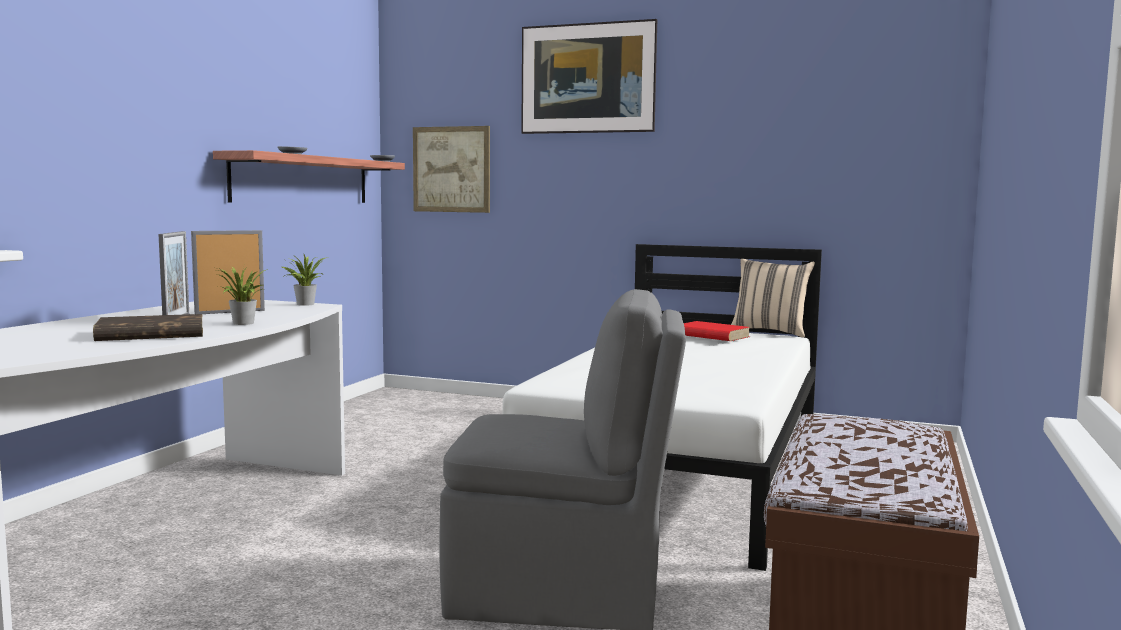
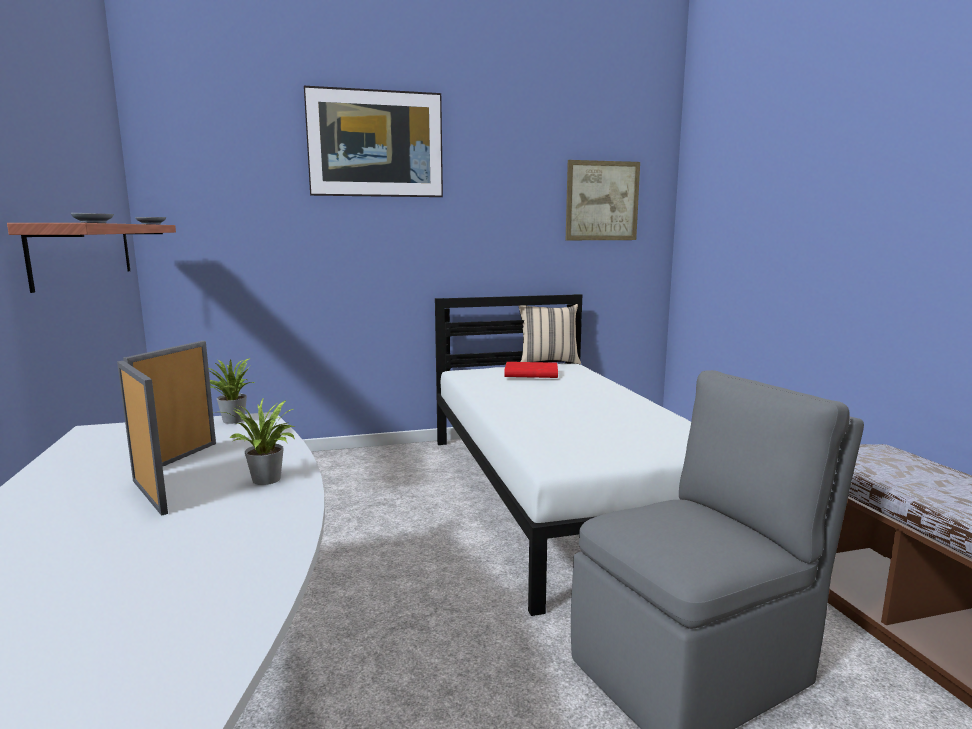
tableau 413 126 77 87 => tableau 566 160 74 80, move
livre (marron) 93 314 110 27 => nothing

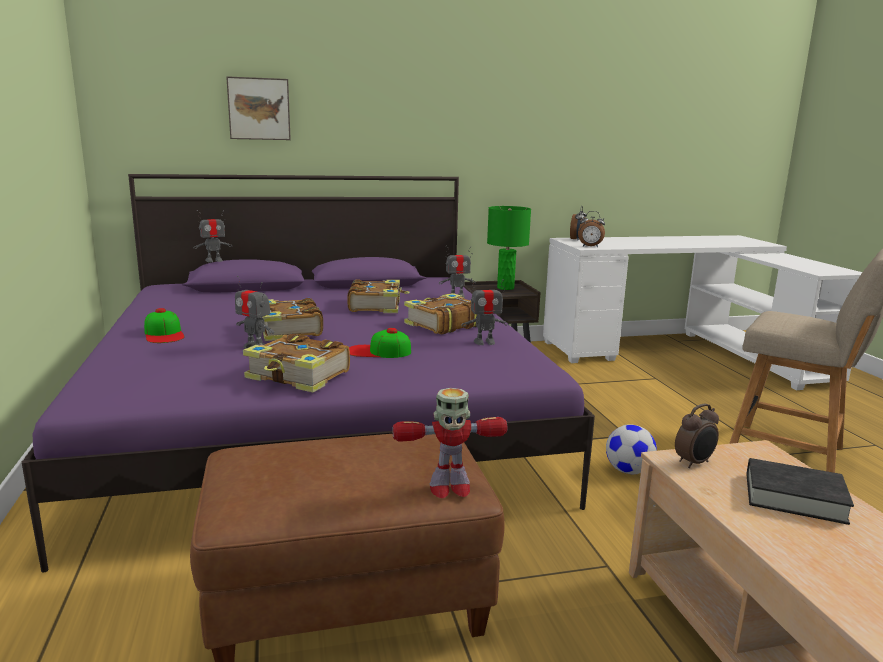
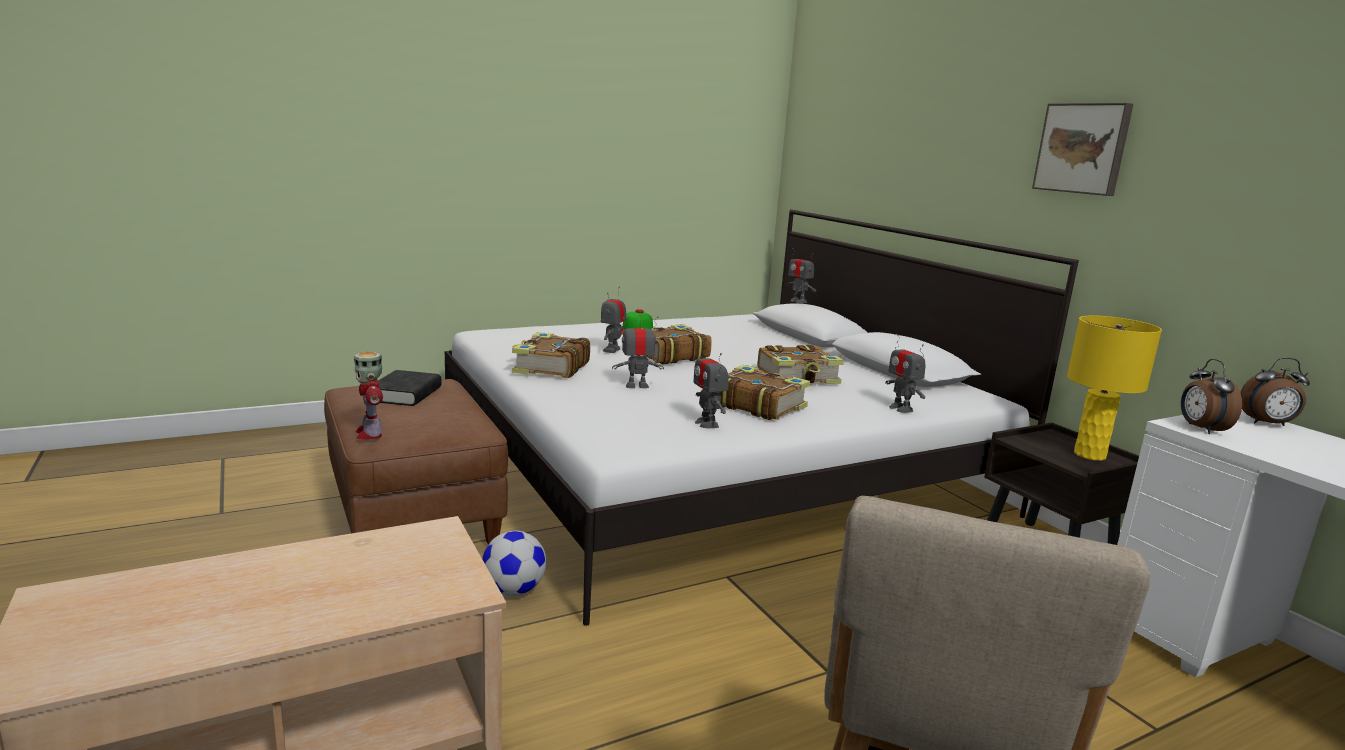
livre (noir) 747 458 107 67 => livre (noir) 378 370 64 36, move
lit (violet) 22 174 573 399 => lit (blanc) 445 209 634 417
ballon de foot 606 424 51 50 => ballon de foot 482 531 64 65, move
casquette 349 328 62 30 => robot jouet 612 317 52 71
tableau 226 76 65 64 => tableau 1032 103 102 93, move
lampe de table (vert) 487 206 44 84 => lampe de table (jaune) 1067 315 95 146
réveil 675 404 44 64 => nothing

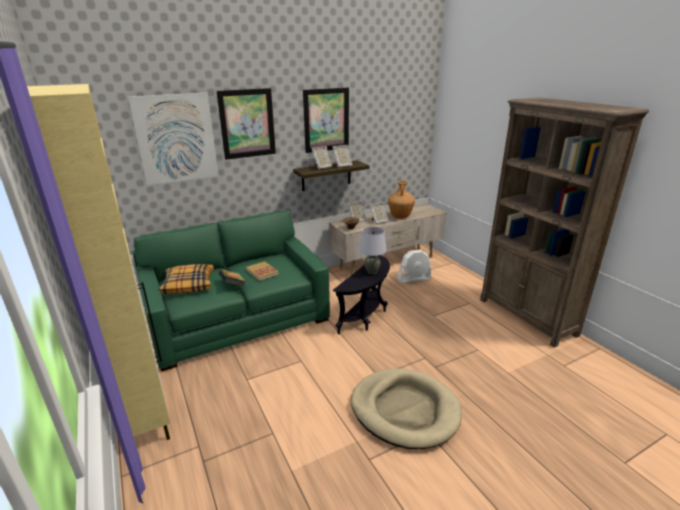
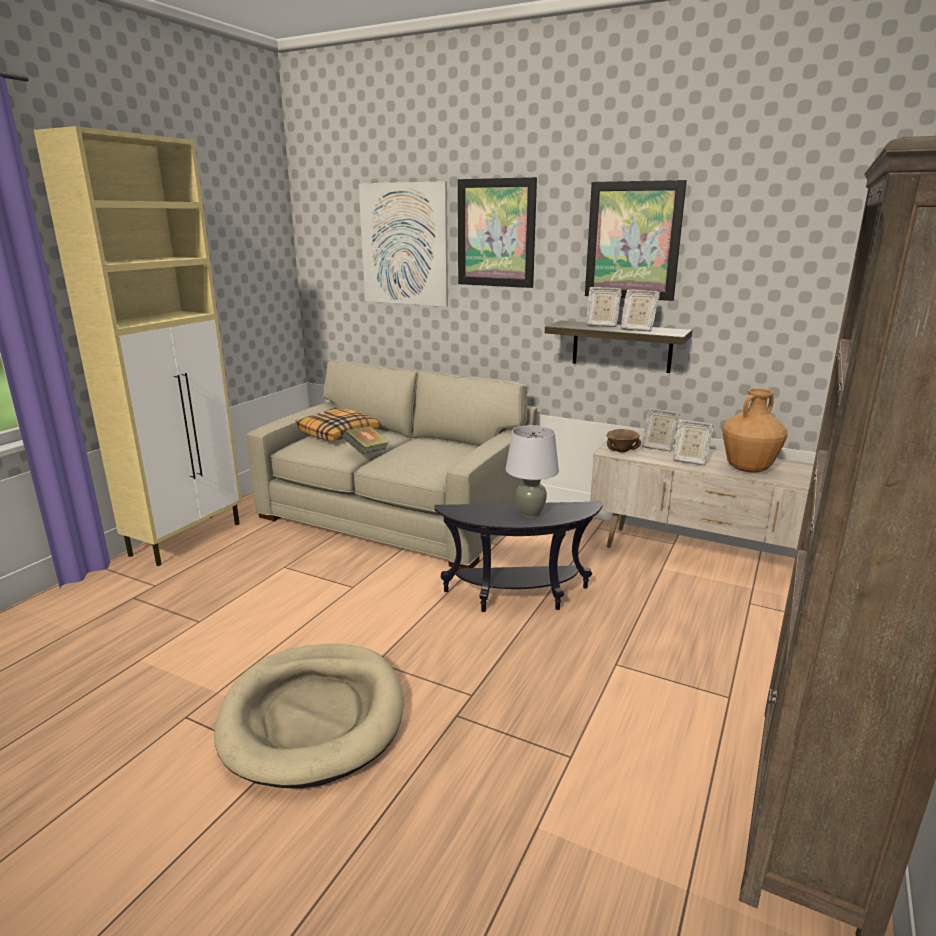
canapé (vert) 132 210 198 162 => canapé (beige) 246 362 291 207
livre 246 261 33 20 => nothing
ventilateur (blanc) 397 250 34 33 => nothing

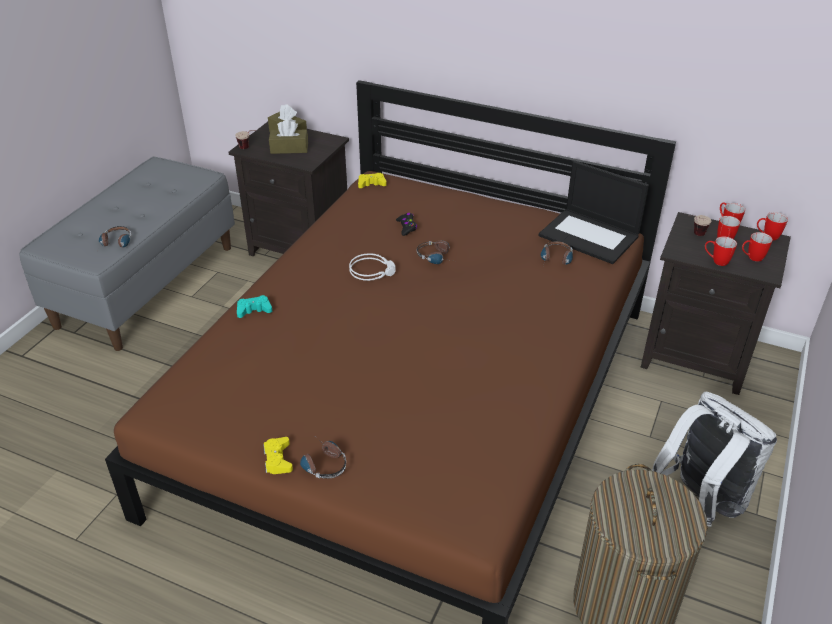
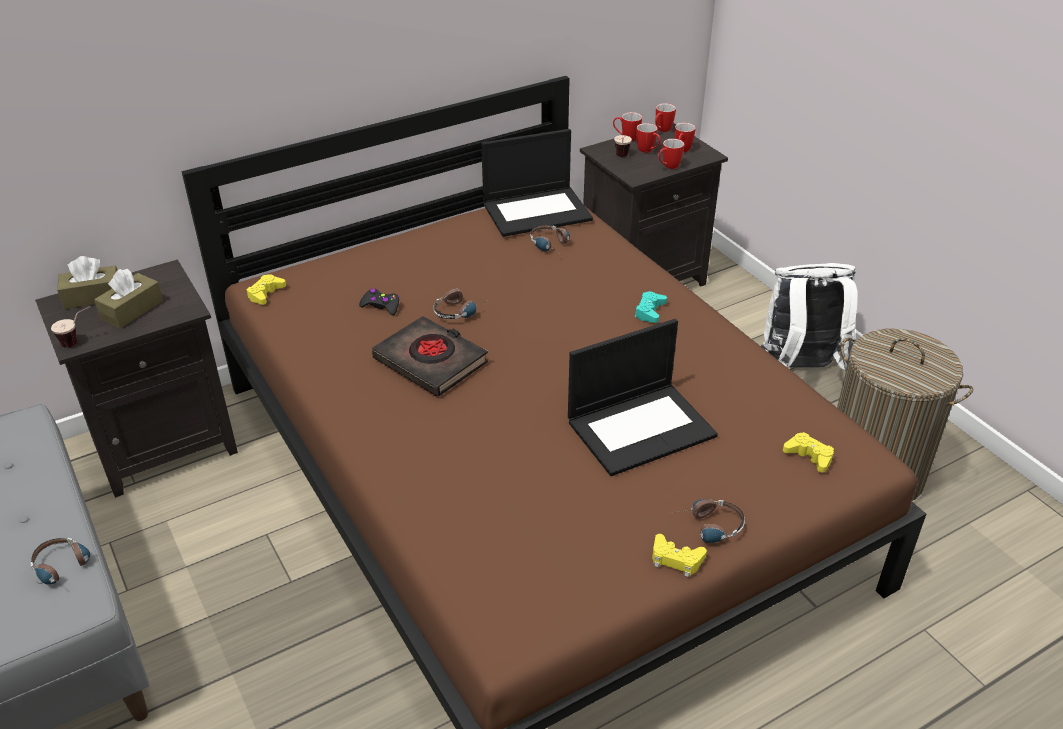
casque audio (blanc) 349 253 47 28 => livre (noir) 372 316 116 81
nothing => ordinateur portable 568 319 150 157
manette (turquoise) 237 295 35 23 => manette (turquoise) 634 292 33 31, move
nothing => manette (jaune) 783 432 51 41

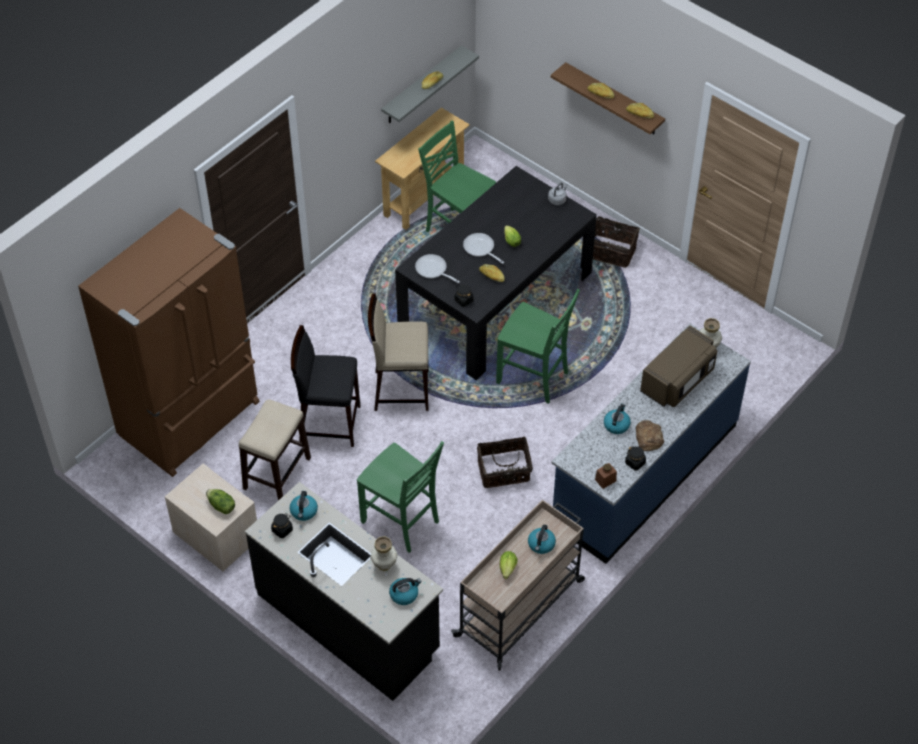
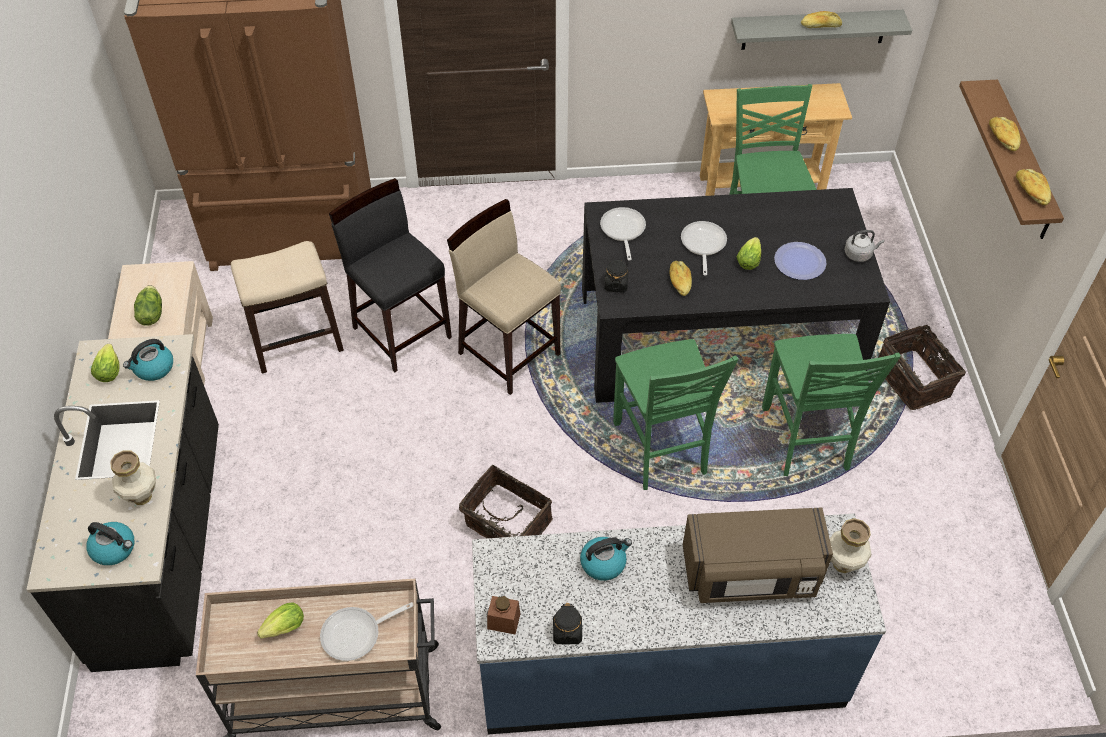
bocal (noir) 271 513 22 25 => laitue 91 344 29 38
bouilloire 528 524 28 30 => poêle 320 602 93 59
chaise (vert) 357 441 87 112 => chaise (vert) 762 334 139 142, move
nothing => assiette 774 242 52 38
pain 636 420 28 31 => nothing

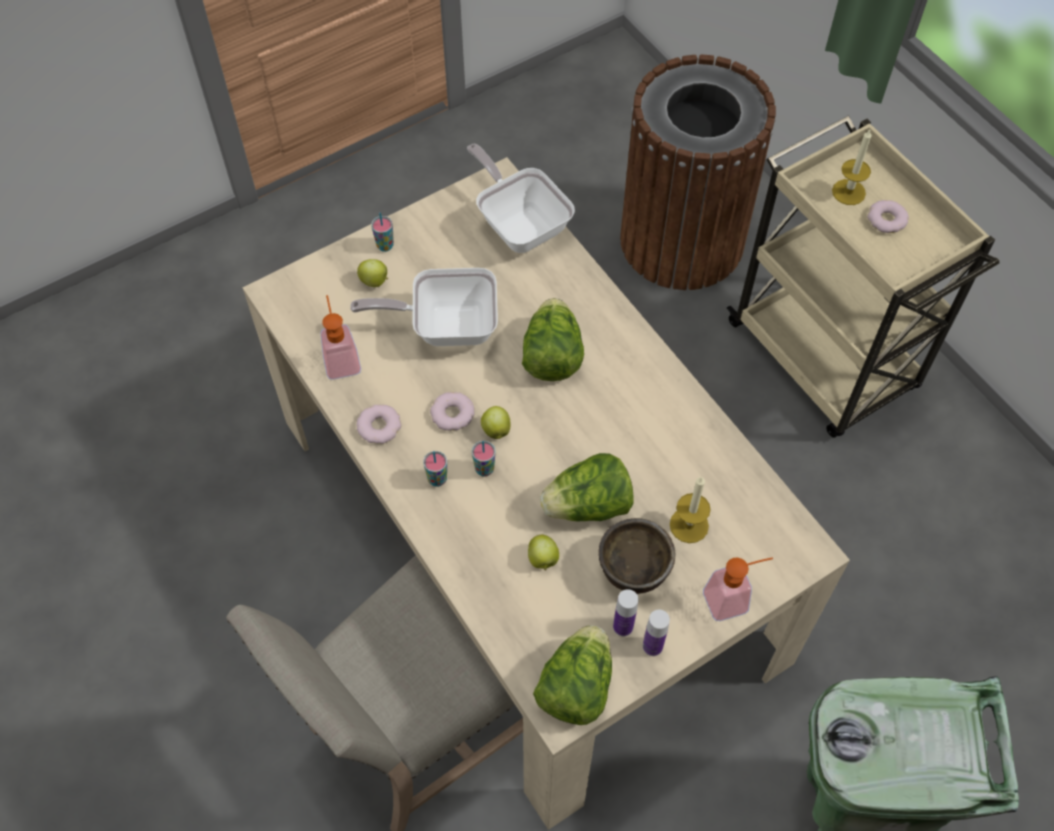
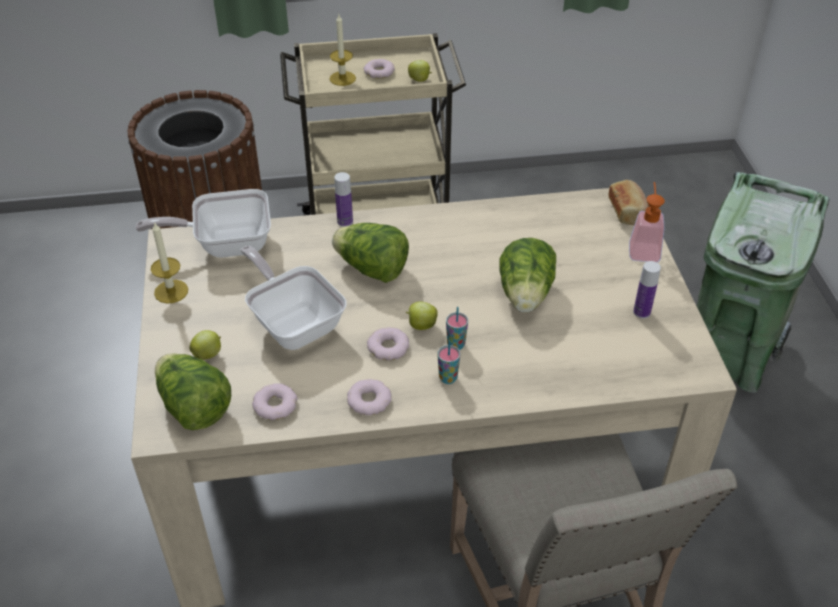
bougie 670 476 41 67 => bougie 151 221 37 83, move
laitue 533 625 79 100 => laitue 155 353 76 77, move
poêle 350 268 148 78 => poêle 241 246 106 104, 120 degrees clockwise
distributeur de savon 321 295 40 85 => beignet 252 383 46 37
bouteille 643 610 27 46 => bouteille 334 172 19 55, move
pomme 528 534 31 36 => pomme 408 60 24 22, move
nothing => pain 609 180 40 45
tasse 371 212 23 40 => nothing
bol (marron) 598 518 77 76 => nothing

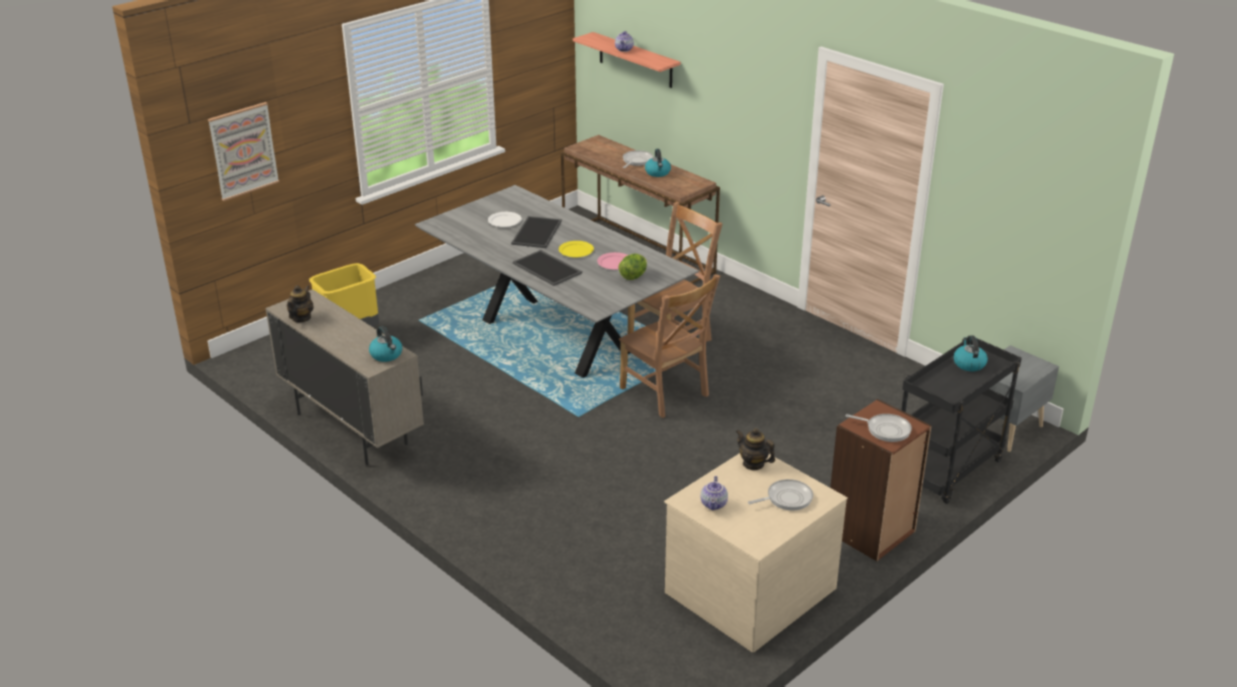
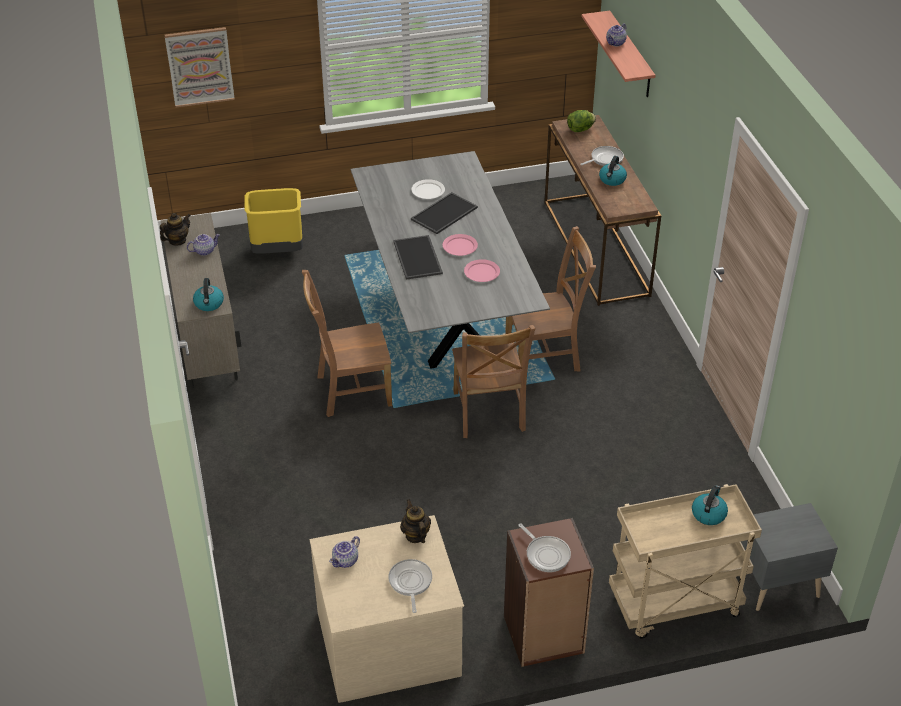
nothing => théière 187 234 33 22
nothing => chaise (marron) 302 270 90 147
poêle 748 479 65 32 => poêle 388 559 44 54, 105 degrees counterclockwise
assiette (jaune) 559 241 35 16 => assiette (rose) 443 234 35 22
laitue 618 254 29 26 => laitue 567 110 29 22, move
chariot (noir) 901 338 121 166 => chariot (beige) 609 484 153 155

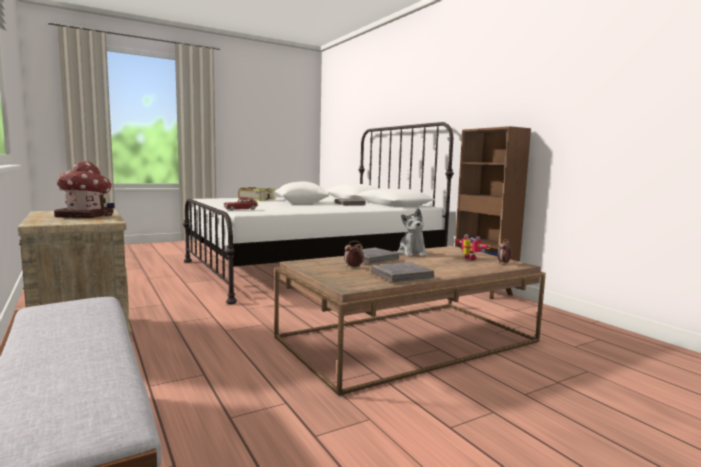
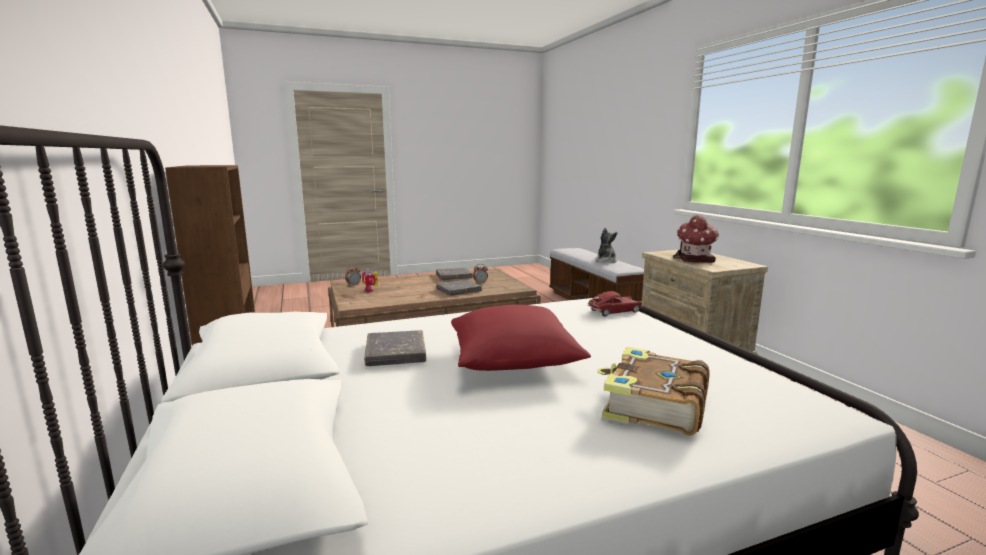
coussin (blanc) 275 182 54 22 => coussin (rouge) 451 305 140 66
peluche 398 208 30 49 => peluche 596 228 21 35, move

